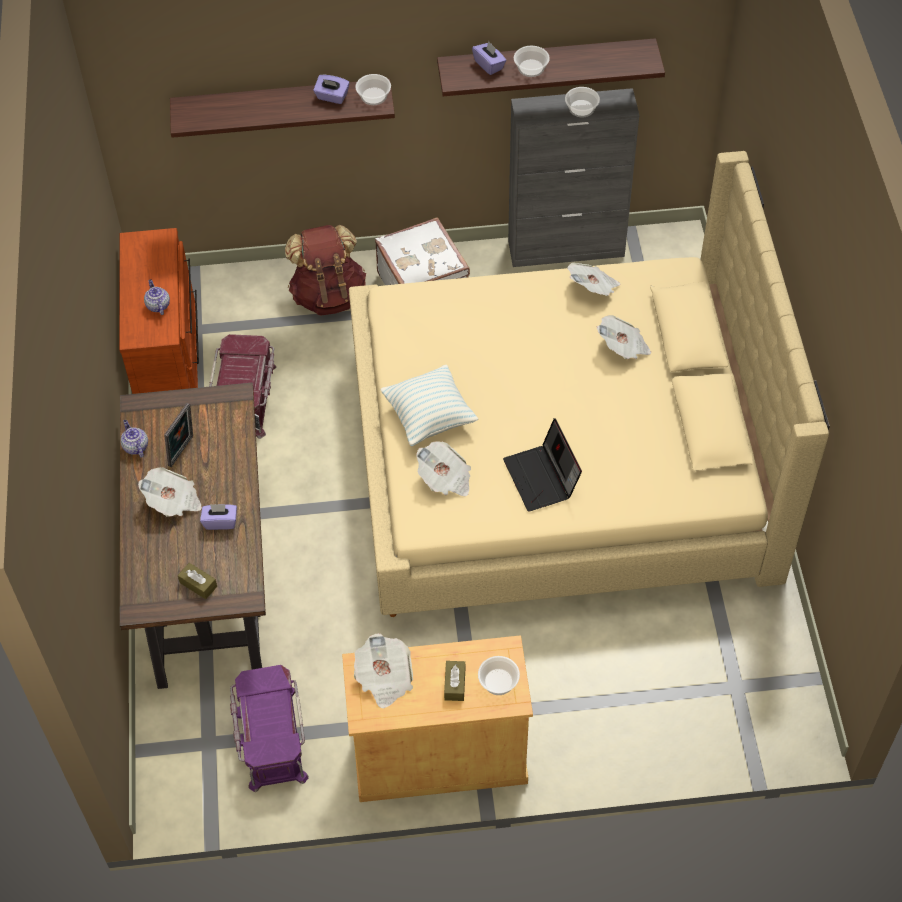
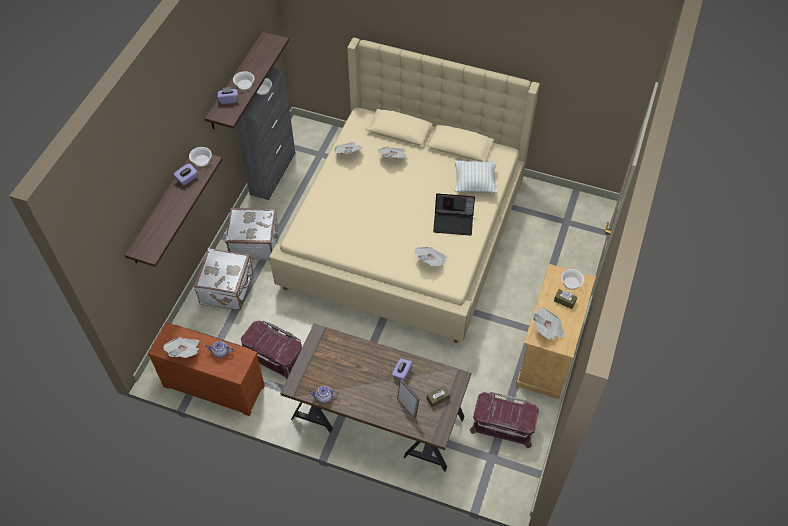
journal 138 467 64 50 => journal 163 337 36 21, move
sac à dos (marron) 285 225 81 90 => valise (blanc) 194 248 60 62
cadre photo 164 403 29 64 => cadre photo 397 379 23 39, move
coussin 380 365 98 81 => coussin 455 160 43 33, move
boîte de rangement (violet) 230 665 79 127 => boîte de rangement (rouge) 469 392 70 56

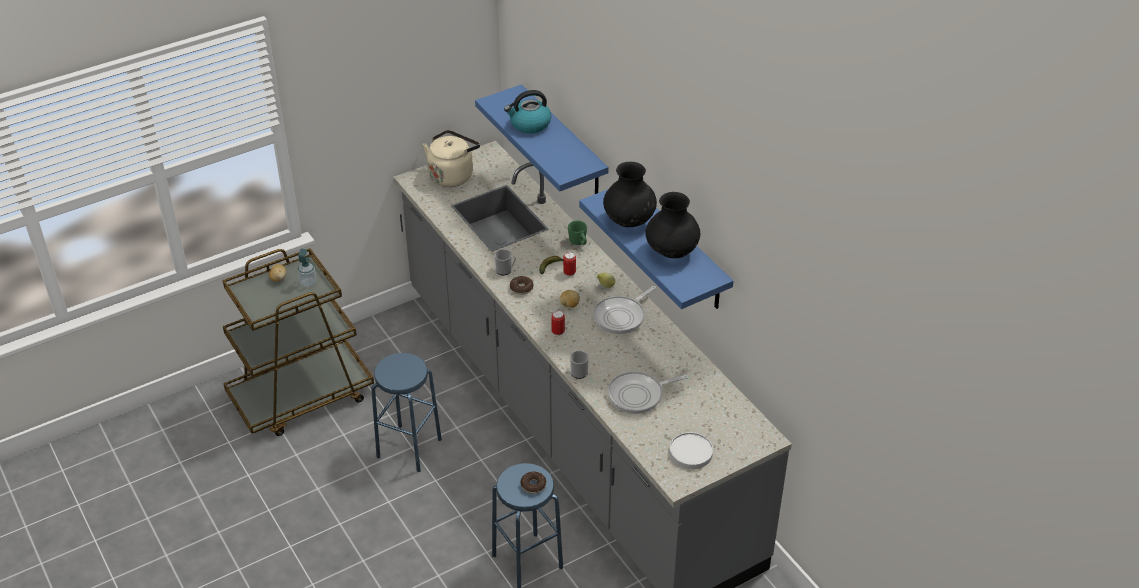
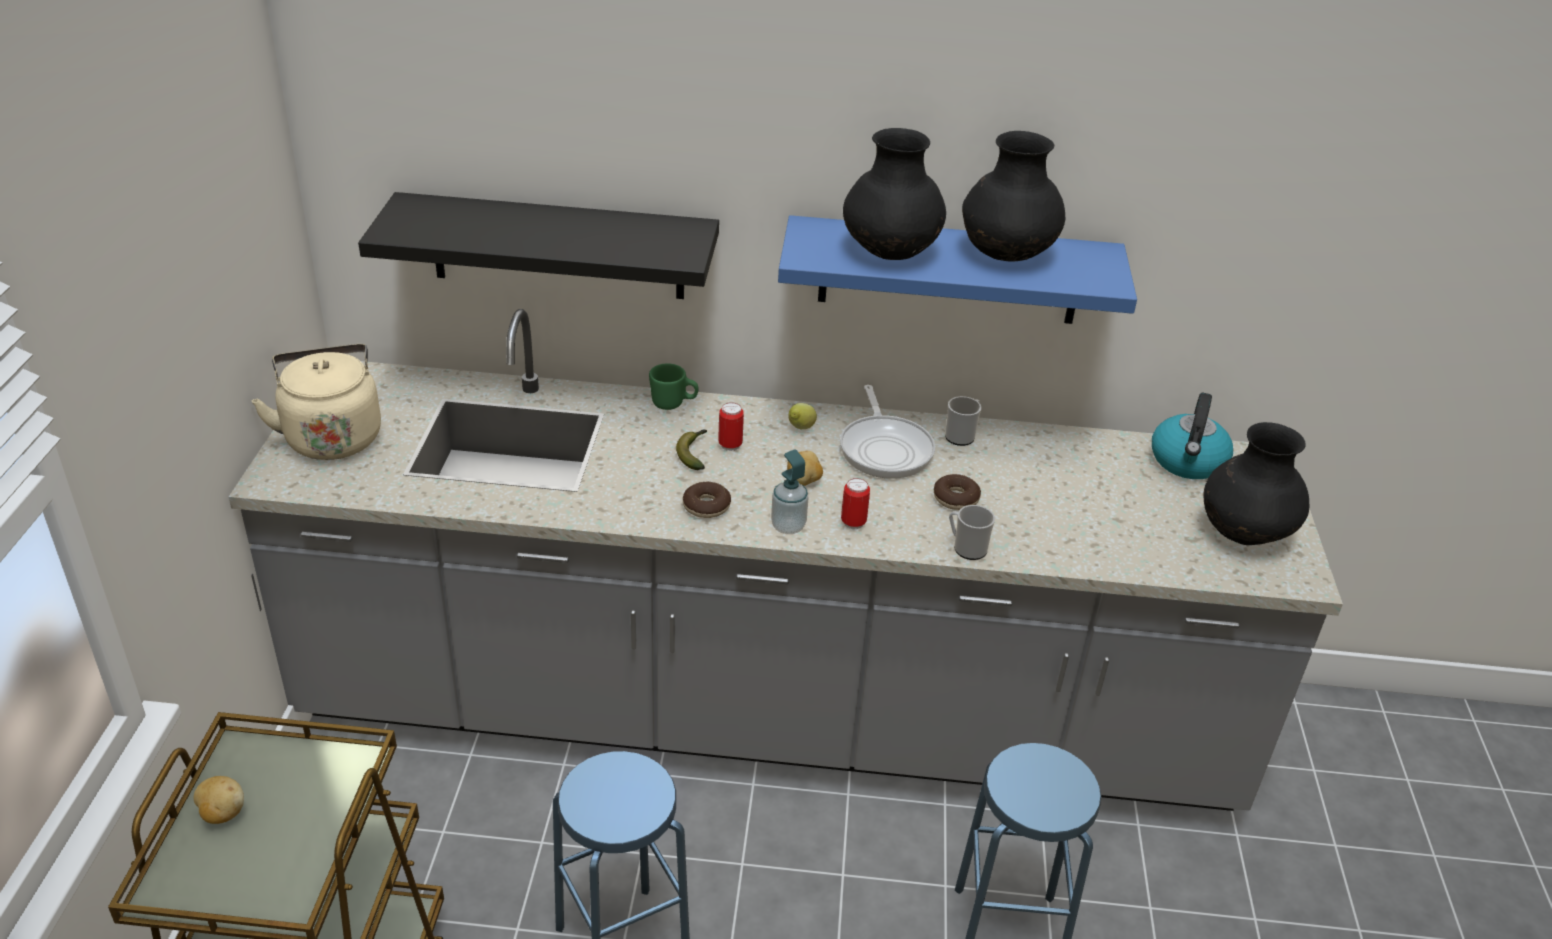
étagère (bleu) 475 84 133 110 => étagère (noir) 358 192 361 107
distributeur de savon 298 249 18 38 => distributeur de savon 771 450 37 84, move
beignet 521 472 25 22 => beignet 934 474 47 36, move
mug 494 249 22 26 => mug 945 396 36 50, move
bouilloire 504 90 47 44 => bouilloire 1152 392 81 87, move
assiette (blanc) 670 432 43 37 => vase (noir) 1203 422 106 123
poêle 608 372 80 42 => nothing

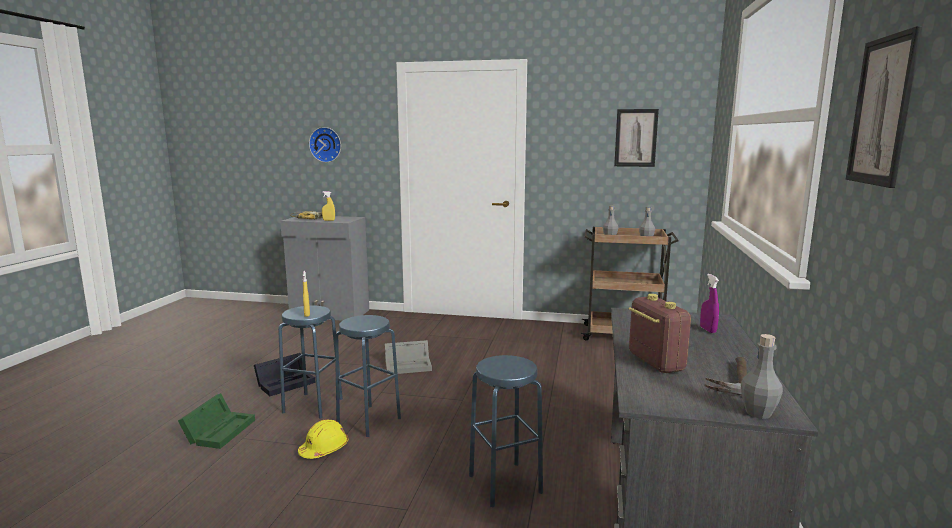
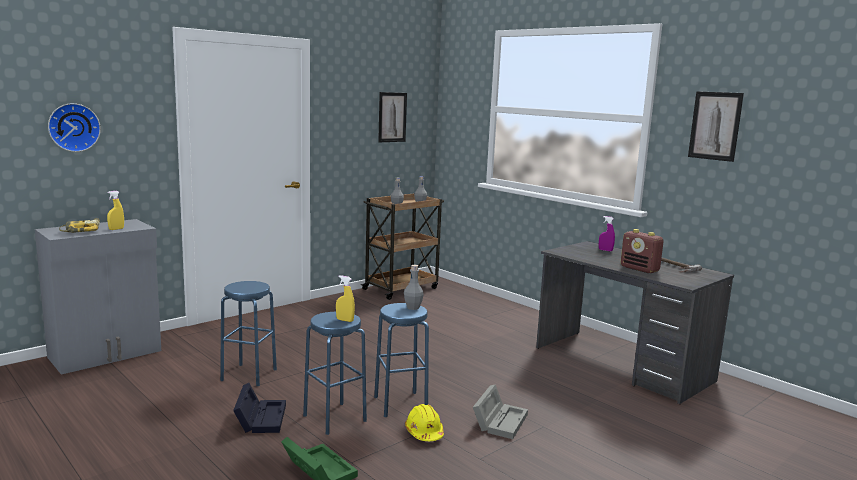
tabouret (bleu) 469 355 74 153 => tabouret (bleu) 220 281 57 105, move
bouteille (gris) 741 334 42 85 => bouteille (gris) 404 265 20 45, move
boîte de rangement (gris) 385 340 47 35 => boîte de rangement (gris) 473 384 55 55, move
radio 629 294 62 79 => radio 621 229 43 44, 150 degrees counterclockwise

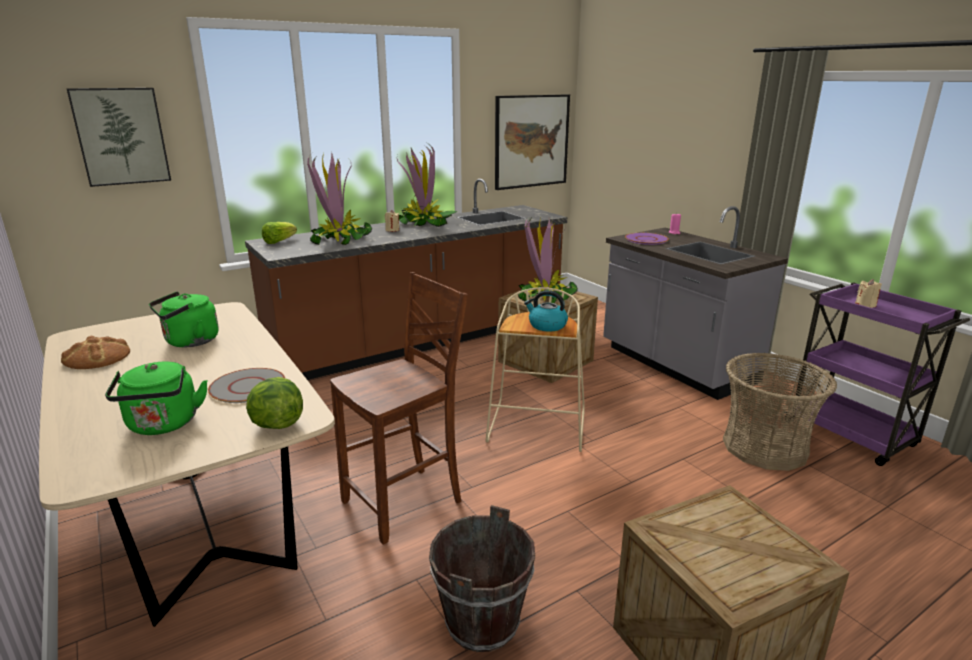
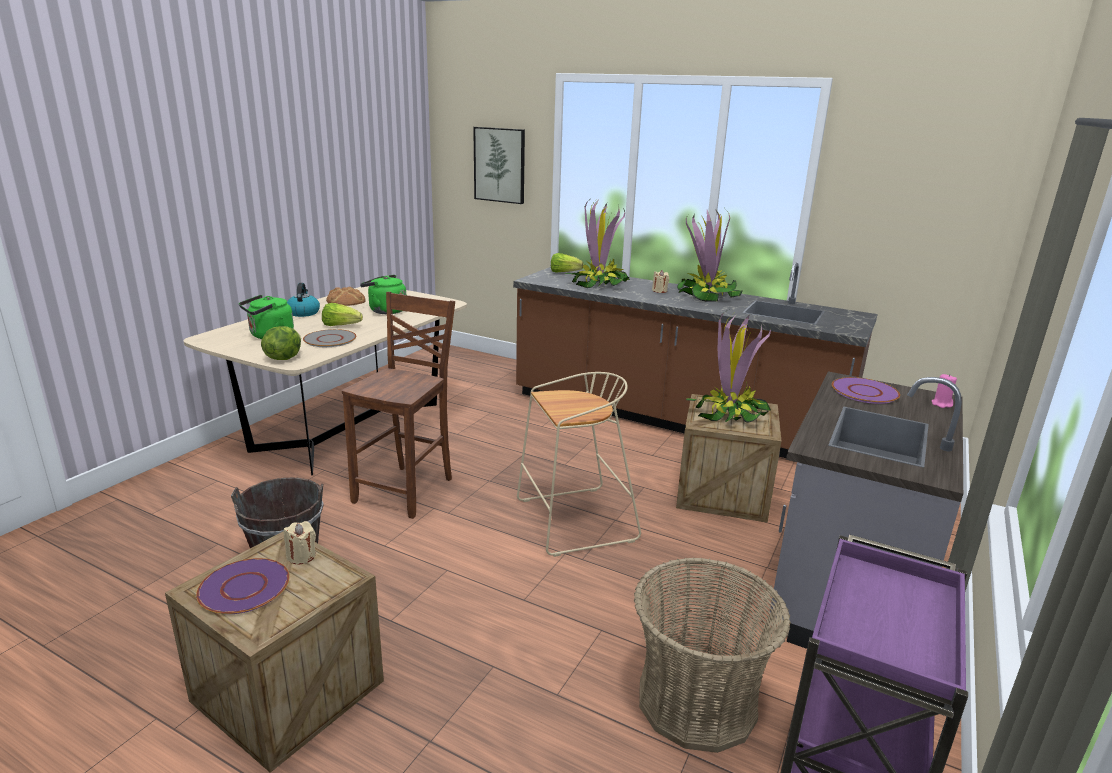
nothing => assiette (violet) 196 558 94 56
bougie (beige) 855 279 27 29 => bougie (beige) 284 521 32 43, move
bouilloire 524 290 44 42 => bouilloire 287 283 33 34, move
nothing => laitue 322 303 41 23
chaise (marron) 330 272 138 273 => chaise (marron) 342 292 113 227, 90 degrees counterclockwise
tableau 495 94 75 96 => nothing

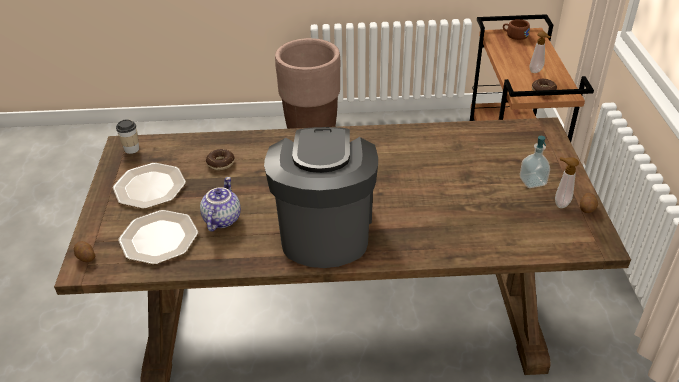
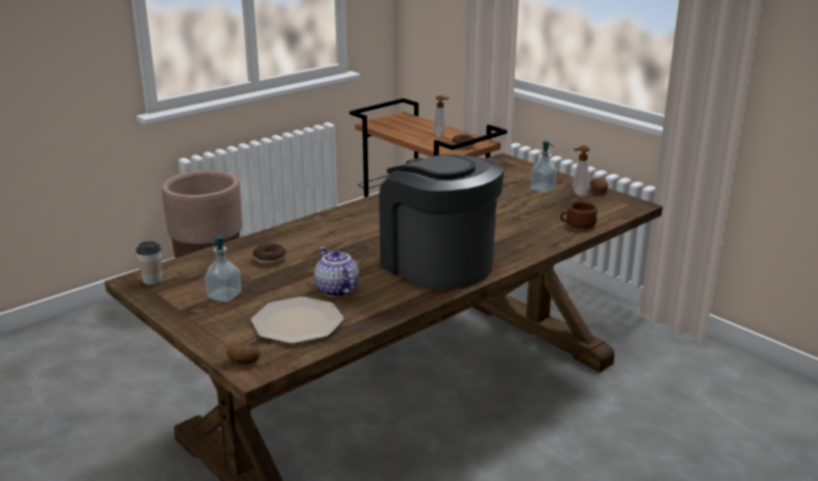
assiette 113 163 73 46 => distributeur de savon 205 236 36 66
tasse (marron) 503 19 27 21 => tasse (marron) 560 201 37 28, move

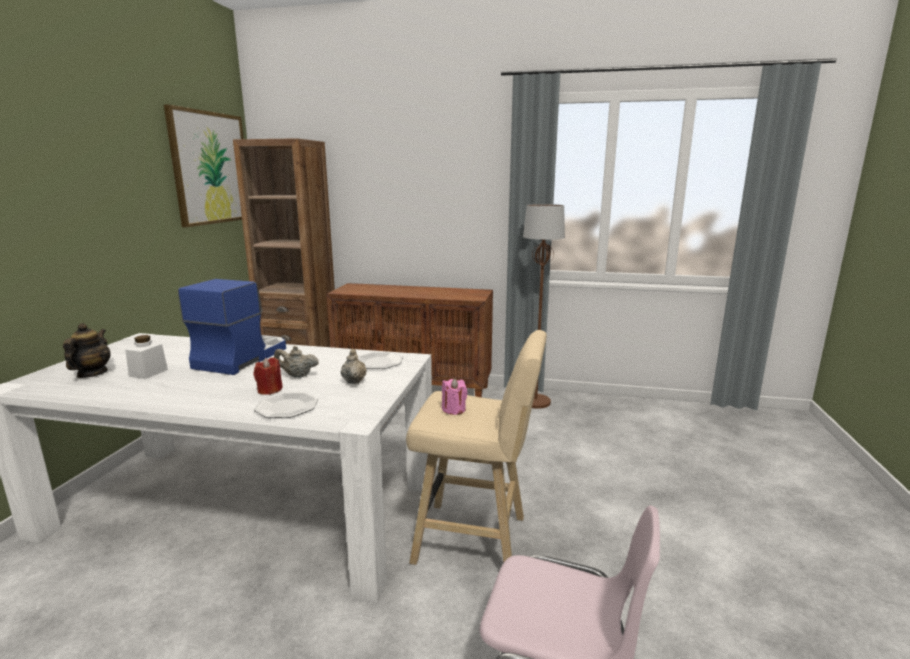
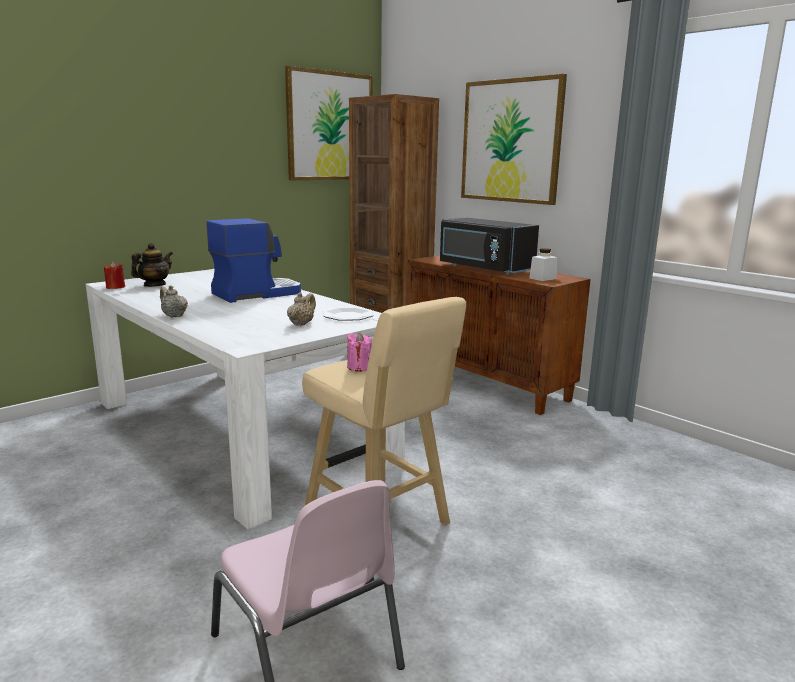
bougie (rouge) 254 357 29 38 => bougie (rouge) 104 261 21 28, move
théière (beige) 274 346 45 32 => théière (beige) 160 285 28 32, move
nothing => micro-ondes (noir) 440 218 99 57
nothing => tableau 461 74 106 131
bocal (blanc) 125 335 43 44 => bocal (blanc) 530 248 27 33, move
assiette 254 392 64 26 => nothing
lampadaire (marron) 523 204 42 205 => nothing

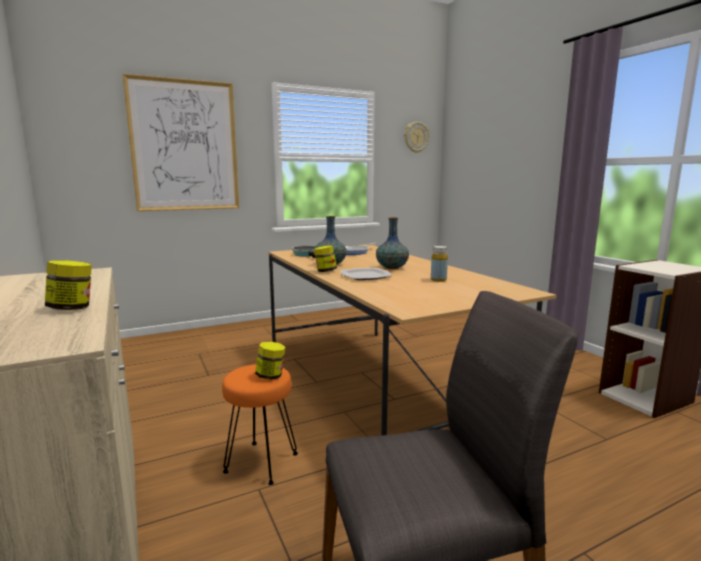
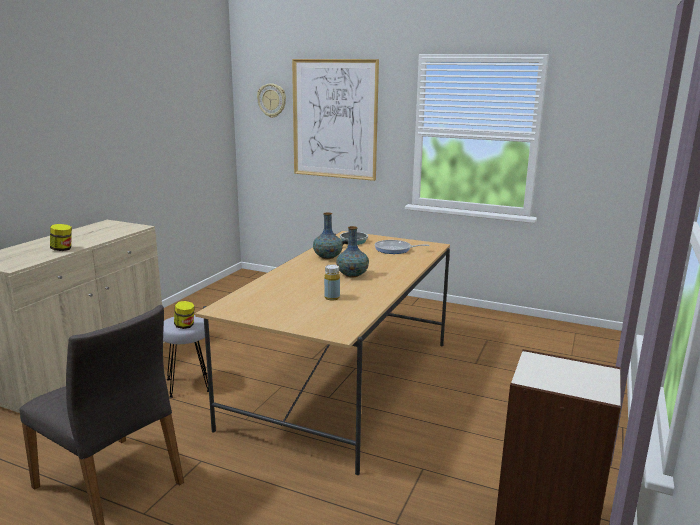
tabouret (orange) 222 364 76 121 => tabouret (gris) 163 315 46 83
horloge murale 404 122 25 31 => horloge murale 257 83 29 35, move
bocal 314 245 23 27 => nothing
assiette 341 268 51 12 => nothing

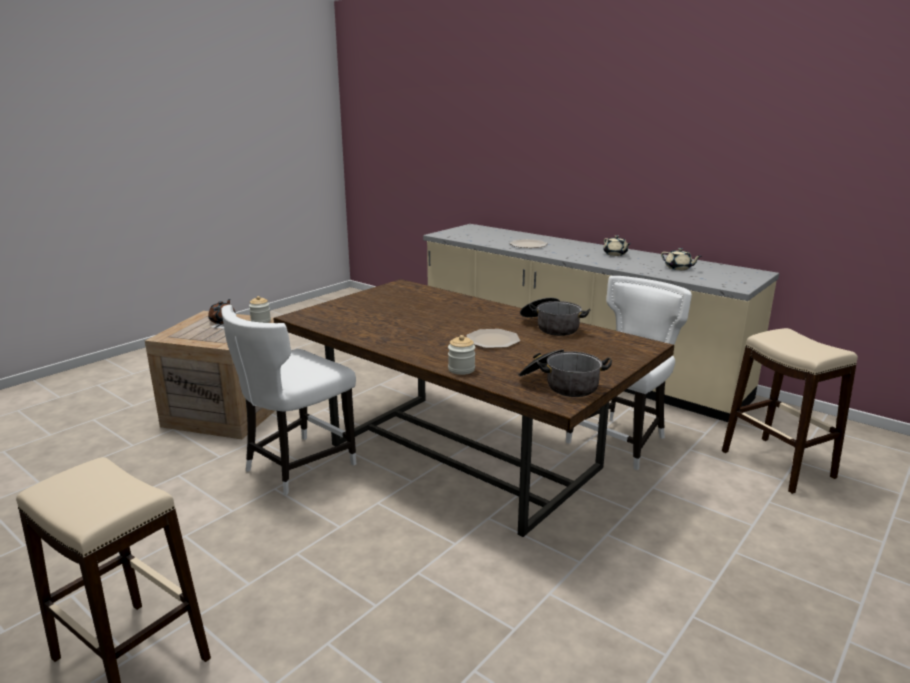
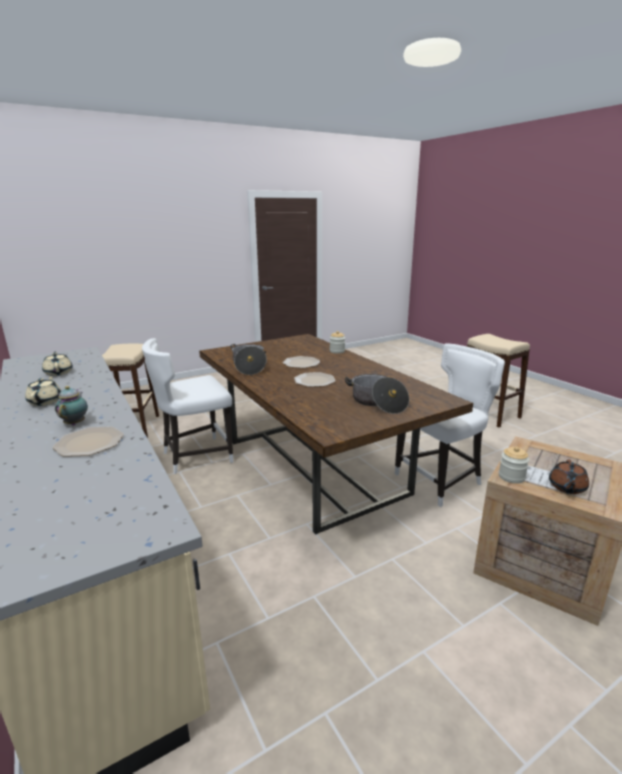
nothing => théière 55 386 33 40
nothing => assiette 294 372 42 15
marmite 519 349 93 48 => marmite 344 374 65 40, move

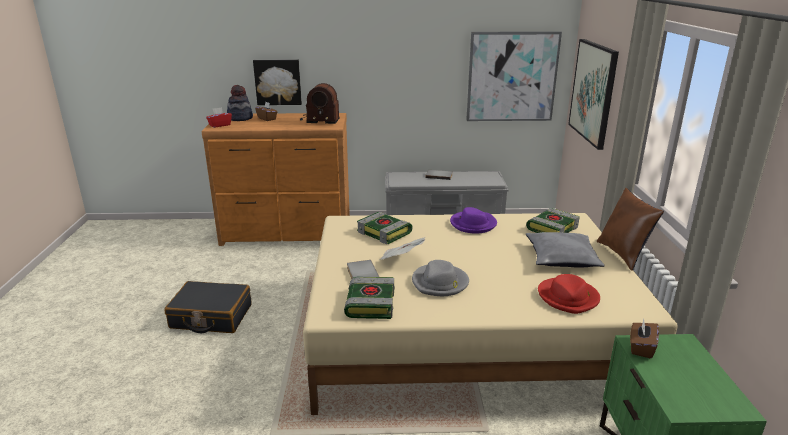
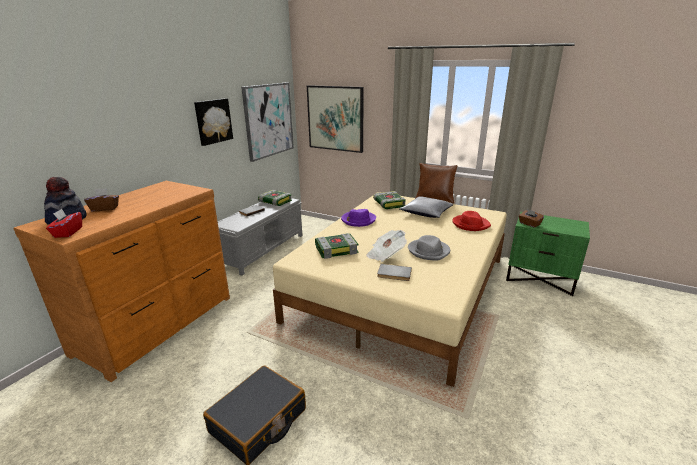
tableau 253 60 49 45 => tableau 194 98 39 48, move
livre 344 277 51 42 => livre 258 190 34 16, move
radio 300 83 40 41 => nothing

